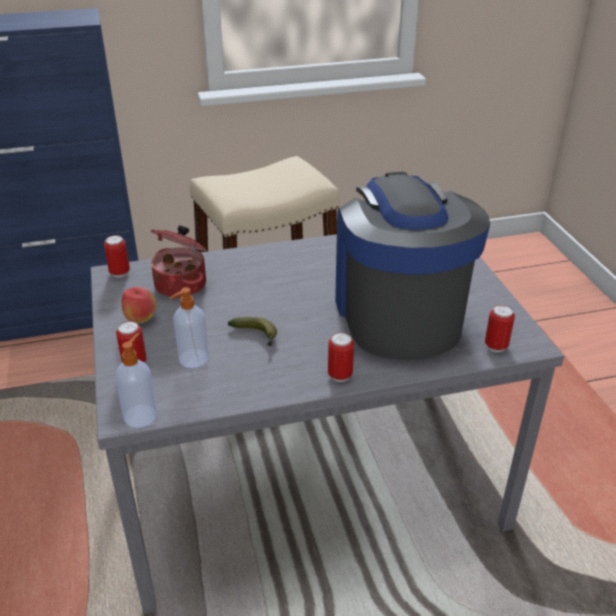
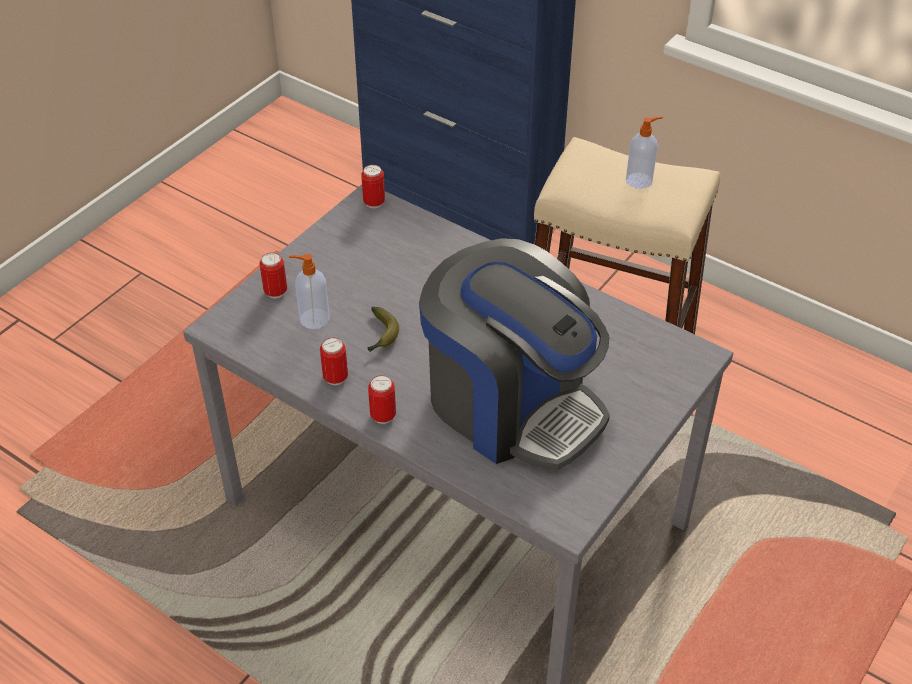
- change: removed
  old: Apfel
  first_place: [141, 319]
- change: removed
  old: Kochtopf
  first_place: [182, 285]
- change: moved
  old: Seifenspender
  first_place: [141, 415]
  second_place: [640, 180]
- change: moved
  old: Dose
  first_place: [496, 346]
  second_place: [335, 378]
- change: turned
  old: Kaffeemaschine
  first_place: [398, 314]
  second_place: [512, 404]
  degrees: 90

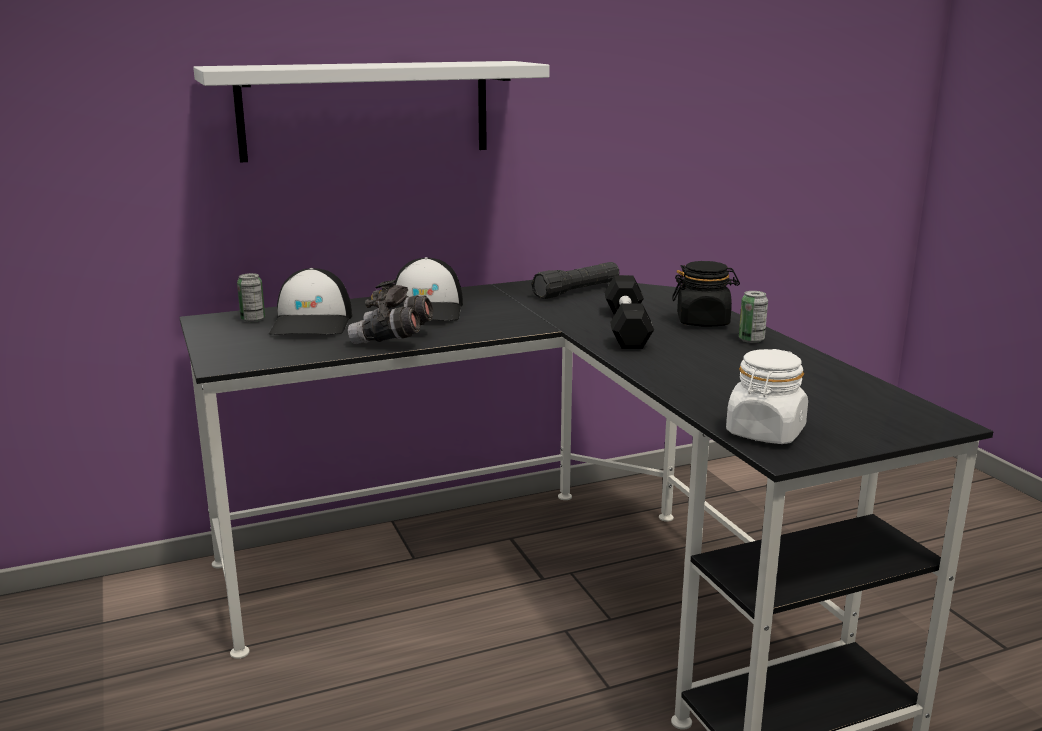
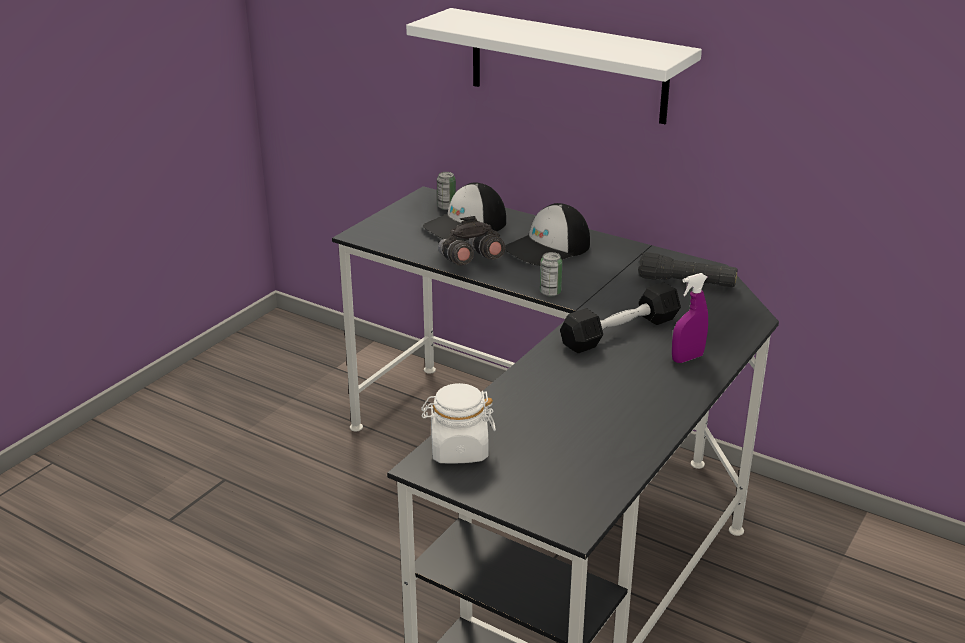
- change: moved
  old: Dose
  first_place: [751, 340]
  second_place: [550, 292]
- change: replaced
  old: Vorratsglas (schwarz)
  new: Sprühflasche (lila)
  first_place: [703, 322]
  second_place: [687, 358]

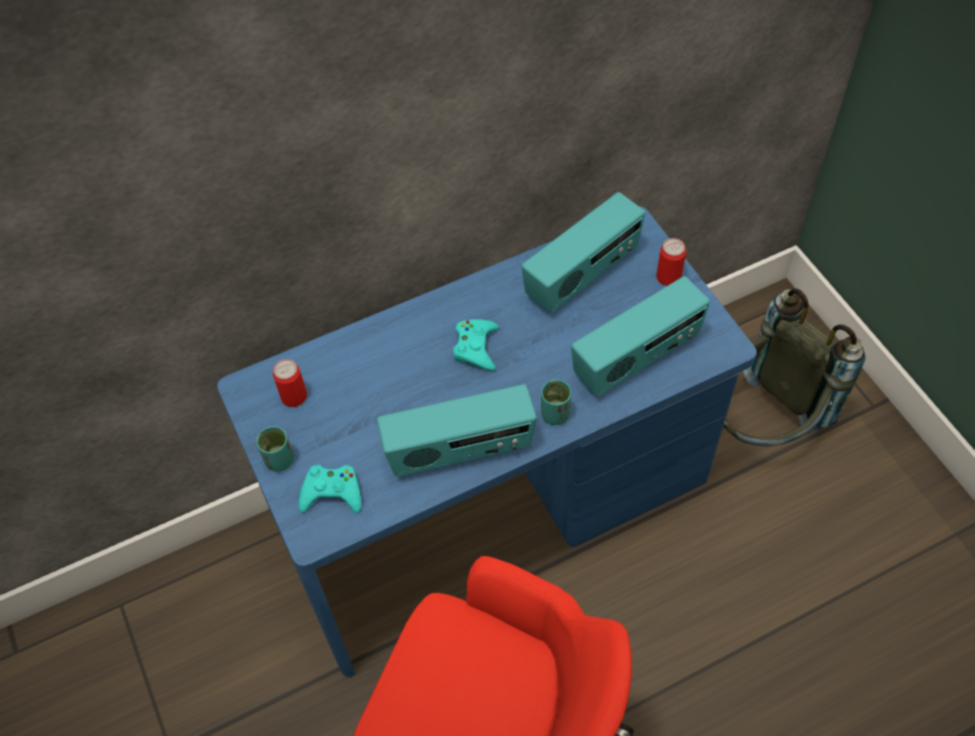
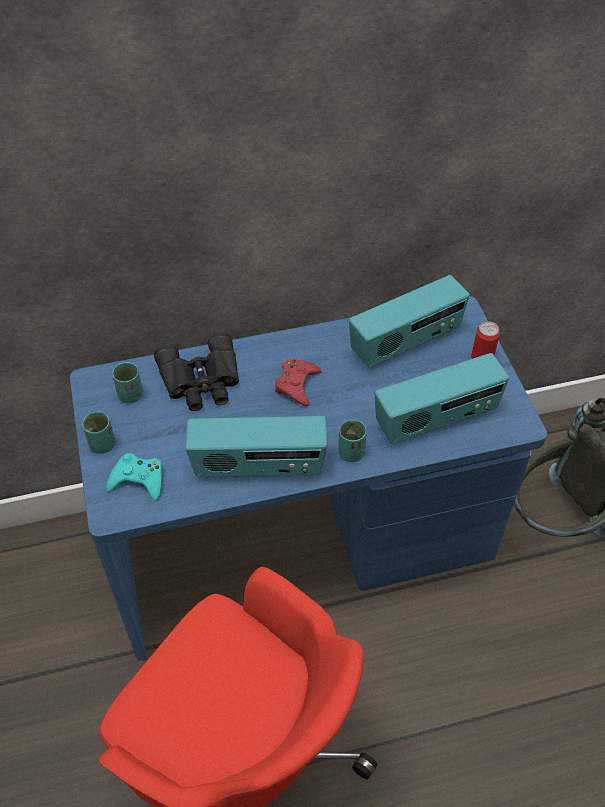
- change: added
  new: Fernglas (schwarz)
  second_place: [201, 381]
- change: replaced
  old: Dose
  new: Tasse (türkis)
  first_place: [294, 396]
  second_place: [130, 395]
- change: recoloured
  old: Gamepad (türkis)
  new: Gamepad (rot)
  first_place: [476, 347]
  second_place: [297, 385]

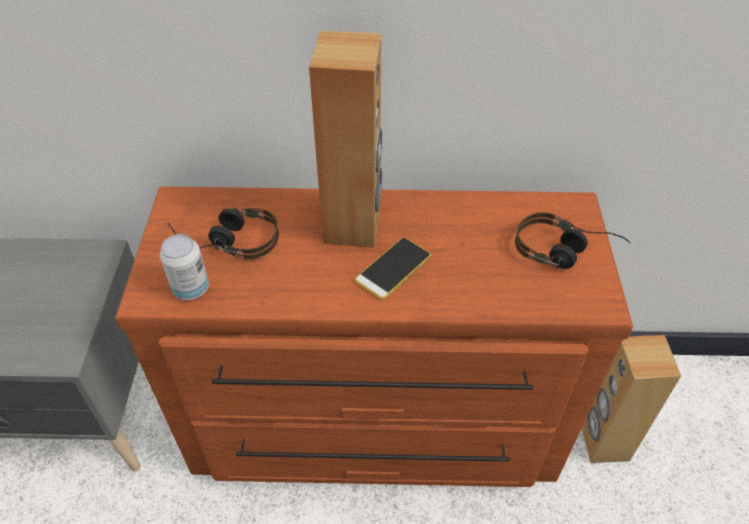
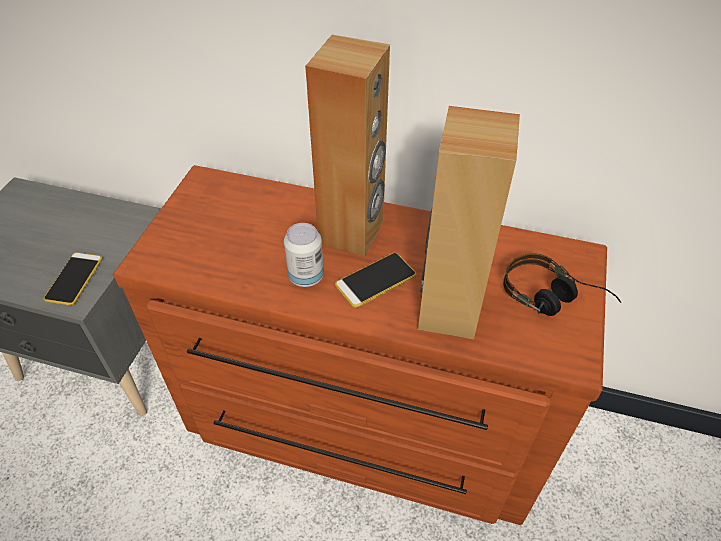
- change: removed
  old: Kopfhörer
  first_place: [228, 240]
- change: added
  new: Handy
  second_place: [74, 279]
- change: moved
  old: Dose
  first_place: [191, 289]
  second_place: [306, 276]
- change: moved
  old: Lautsprecher (braun)
  first_place: [603, 442]
  second_place: [448, 310]

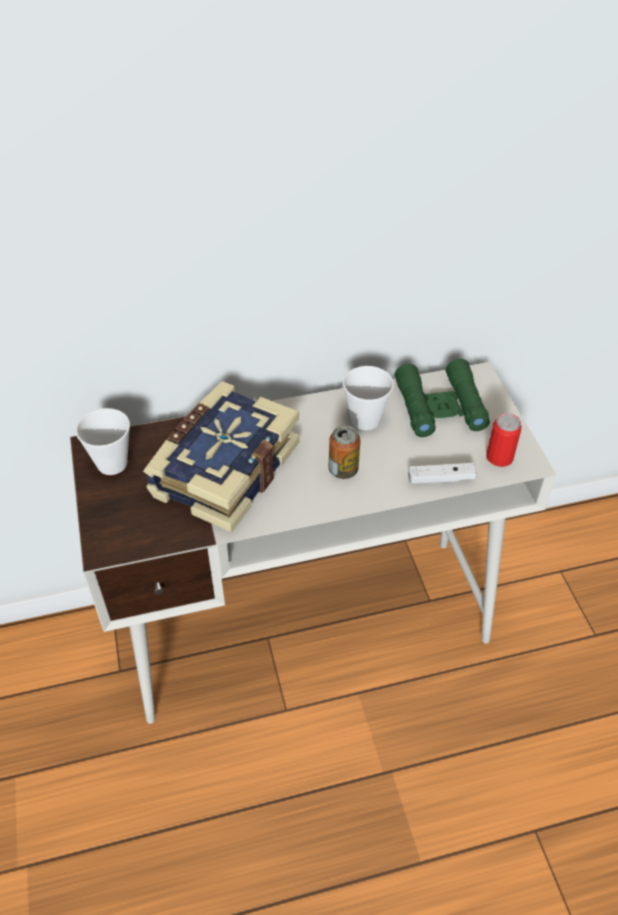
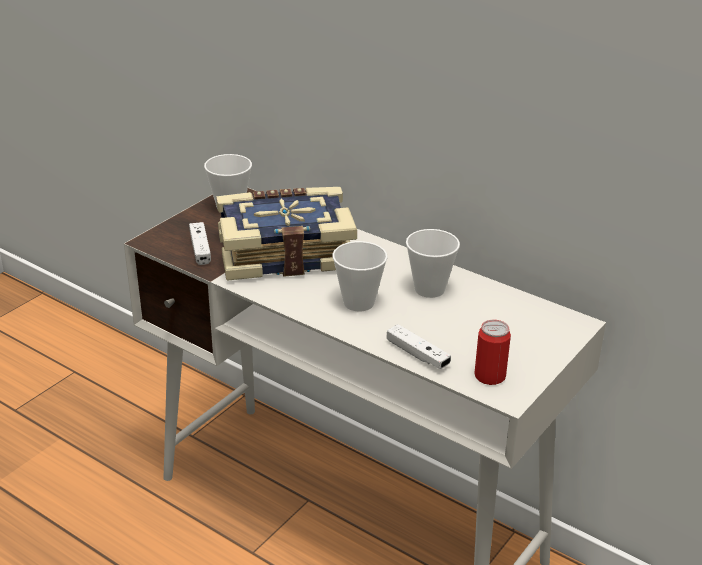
- change: removed
  old: Fernglas (grün)
  first_place: [440, 406]
- change: added
  new: Gamepad (weiß)
  second_place: [200, 249]
- change: replaced
  old: Dose
  new: Tasse
  first_place: [343, 470]
  second_place: [358, 302]

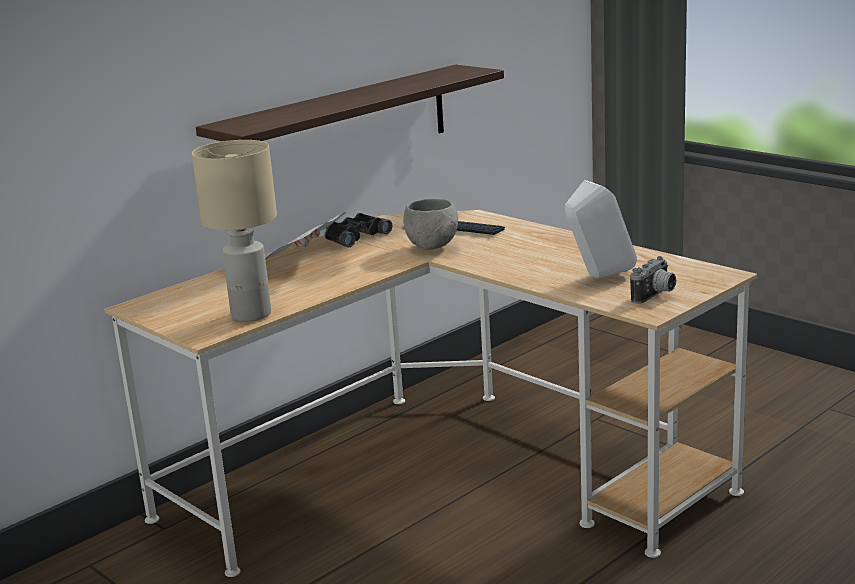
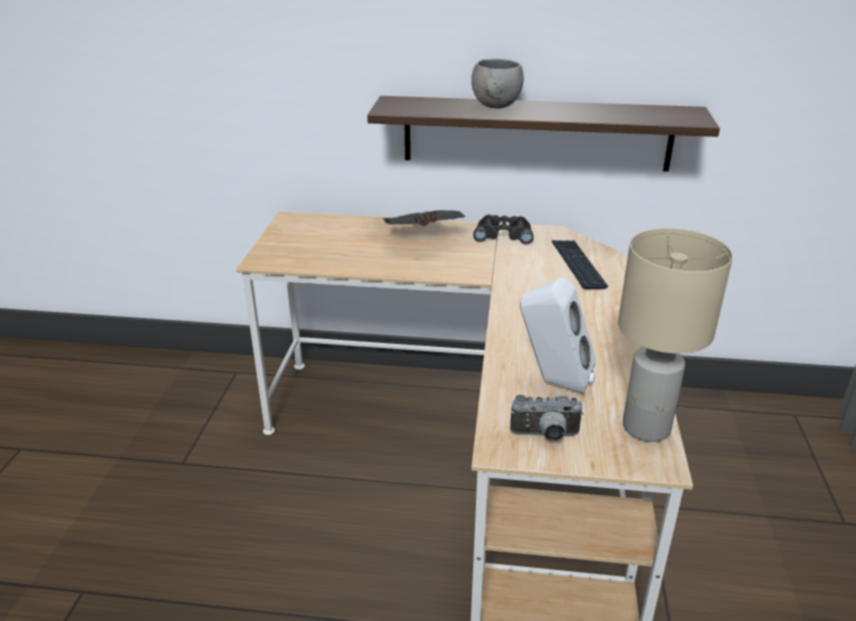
- change: moved
  old: Tischlampe (beige)
  first_place: [252, 314]
  second_place: [647, 428]
- change: moved
  old: Schüssel (grau)
  first_place: [433, 248]
  second_place: [495, 107]

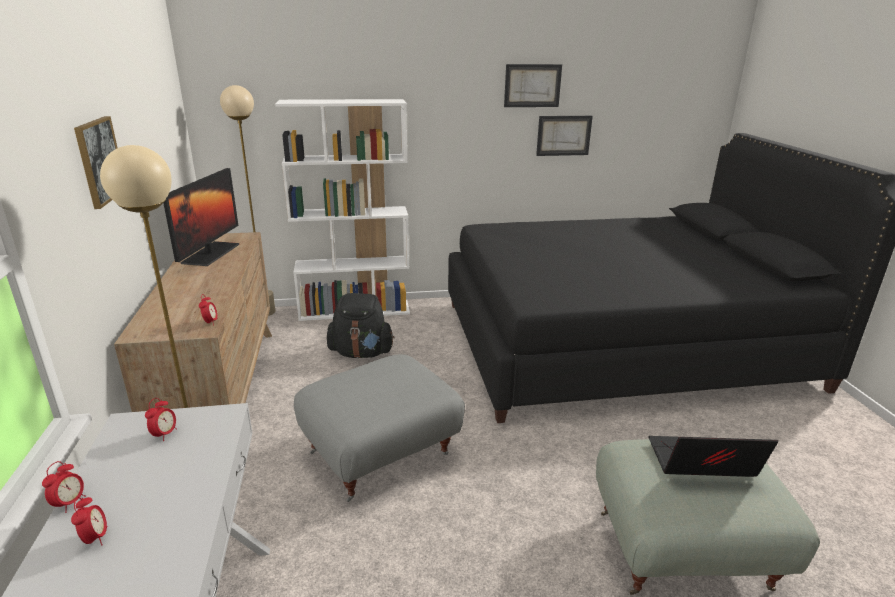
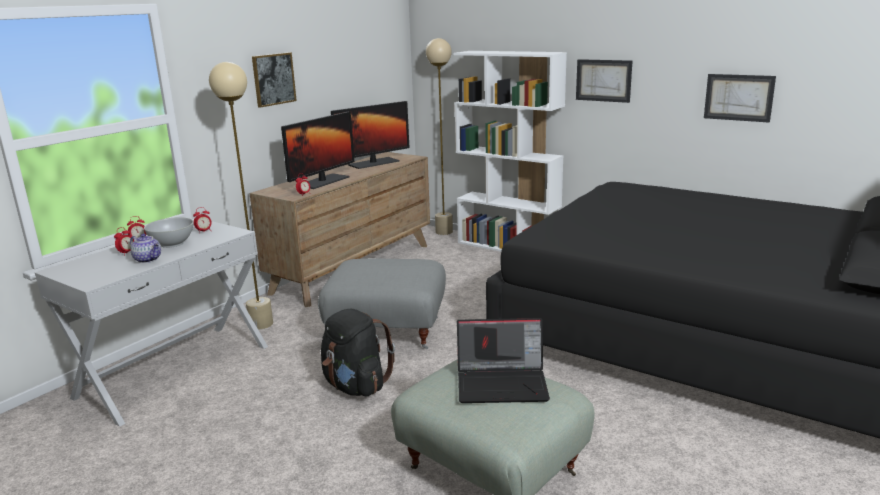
- change: added
  new: Teekanne
  second_place: [148, 259]
- change: added
  new: Schüssel (weiß)
  second_place: [172, 244]
- change: added
  new: Monitor
  second_place: [323, 181]
- change: moved
  old: Rucksack (schwarz)
  first_place: [361, 353]
  second_place: [355, 386]
- change: moved
  old: Bild
  first_place: [532, 85]
  second_place: [603, 80]
- change: turned
  old: Laptop
  first_place: [700, 463]
  second_place: [503, 383]
  degrees: 135

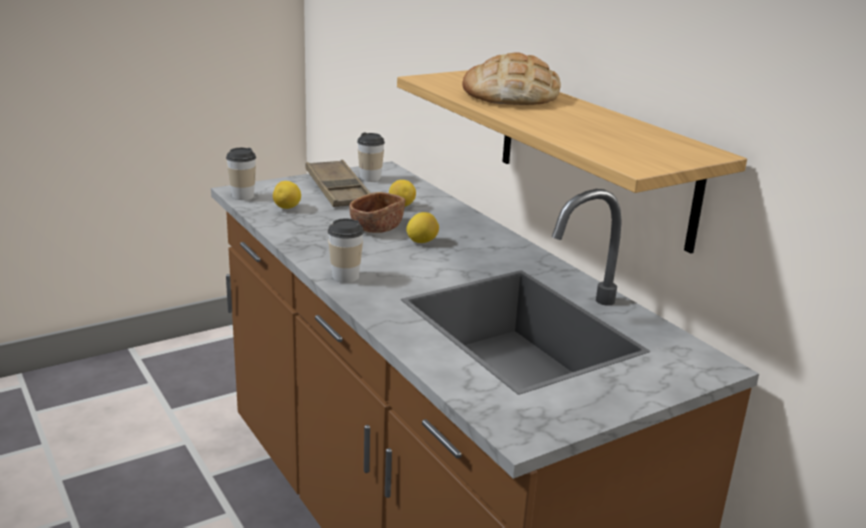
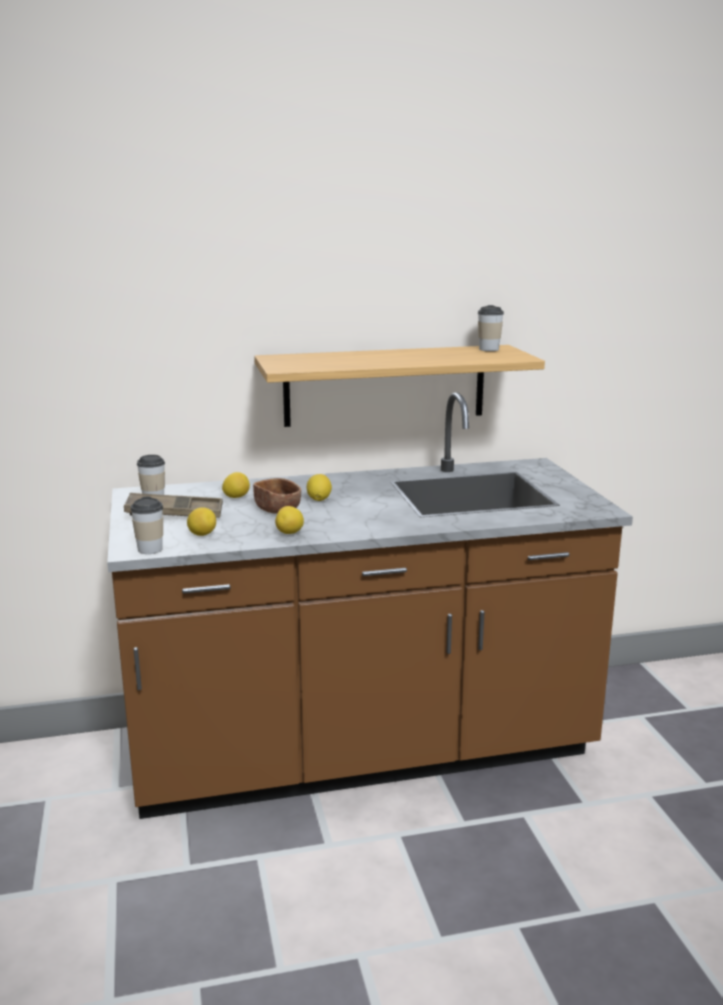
- change: removed
  old: Brot
  first_place: [510, 95]
- change: added
  new: Zitrone
  second_place: [290, 533]
- change: moved
  old: Tasse
  first_place: [345, 276]
  second_place: [489, 349]

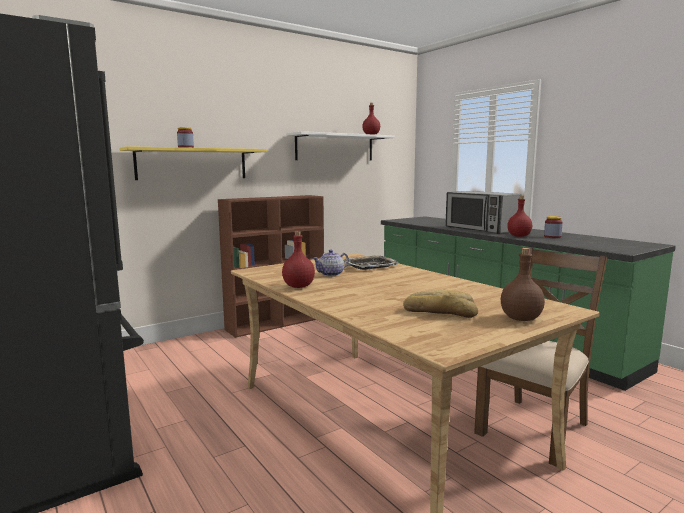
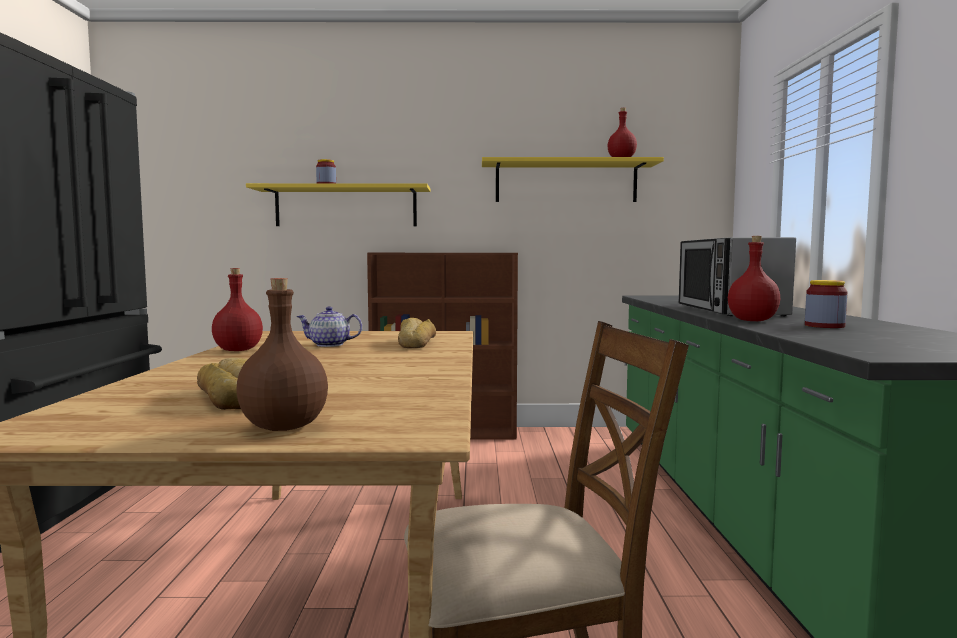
- change: replaced
  old: Tablett
  new: Brot
  first_place: [370, 266]
  second_place: [415, 343]
- change: recoloured
  old: Wandregal (weiß)
  new: Wandregal (gelb)
  first_place: [335, 147]
  second_place: [566, 182]

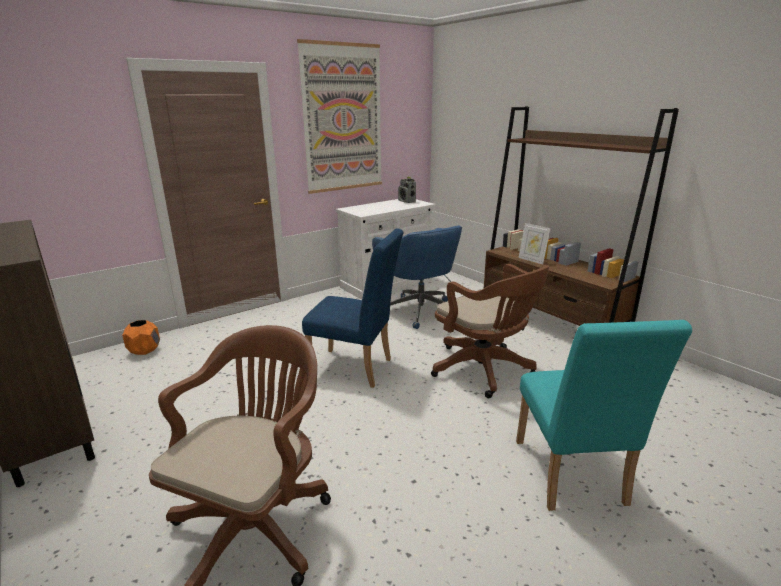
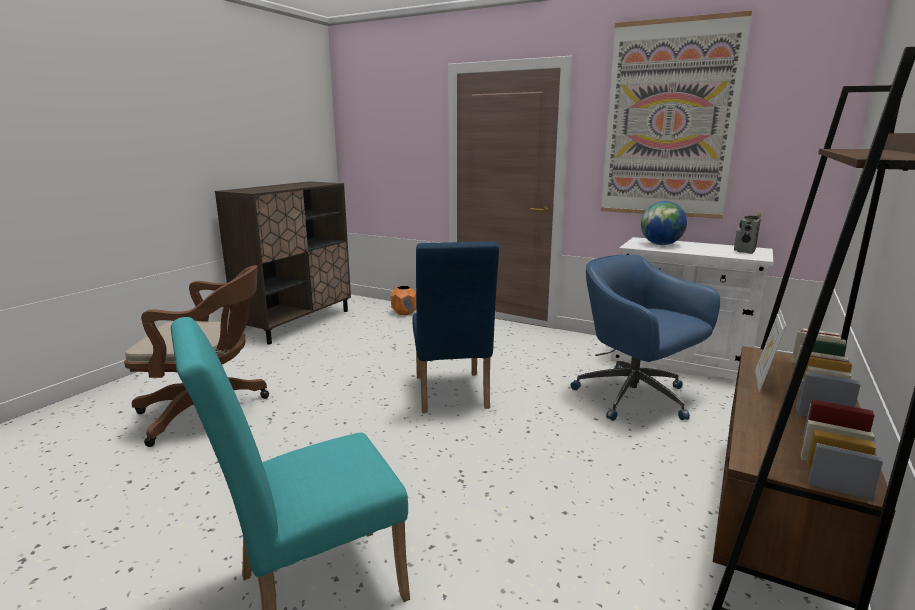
- change: removed
  old: Bürostuhl (braun)
  first_place: [485, 371]
- change: added
  new: Globus
  second_place: [661, 244]
- change: turned
  old: Bürostuhl (blau)
  first_place: [419, 310]
  second_place: [635, 398]
  degrees: 105

